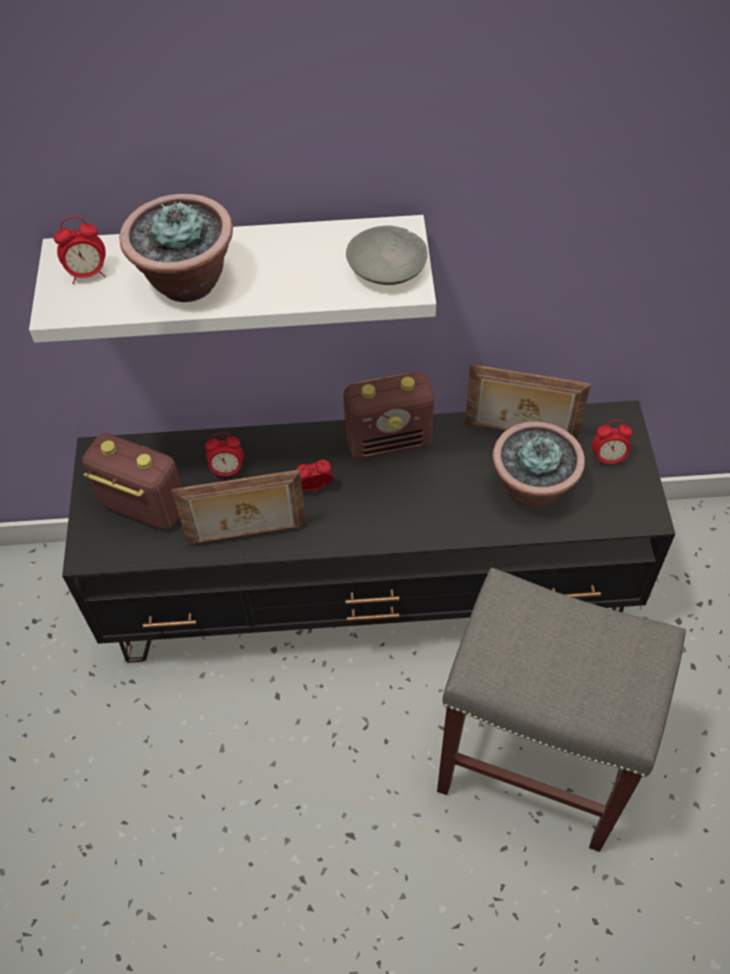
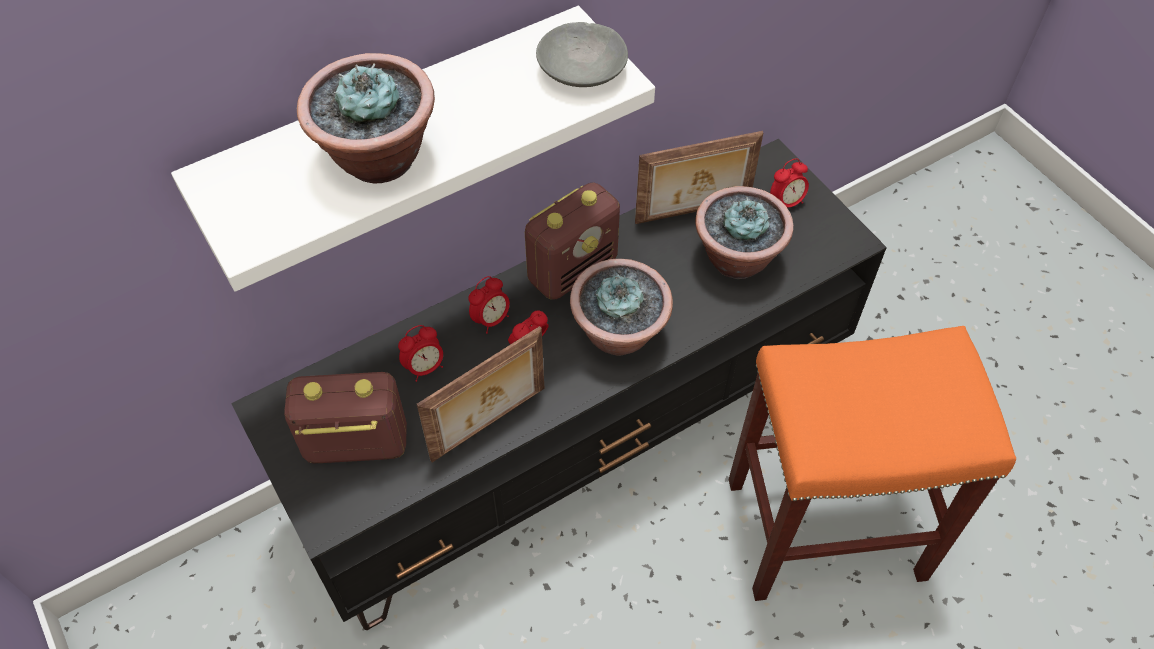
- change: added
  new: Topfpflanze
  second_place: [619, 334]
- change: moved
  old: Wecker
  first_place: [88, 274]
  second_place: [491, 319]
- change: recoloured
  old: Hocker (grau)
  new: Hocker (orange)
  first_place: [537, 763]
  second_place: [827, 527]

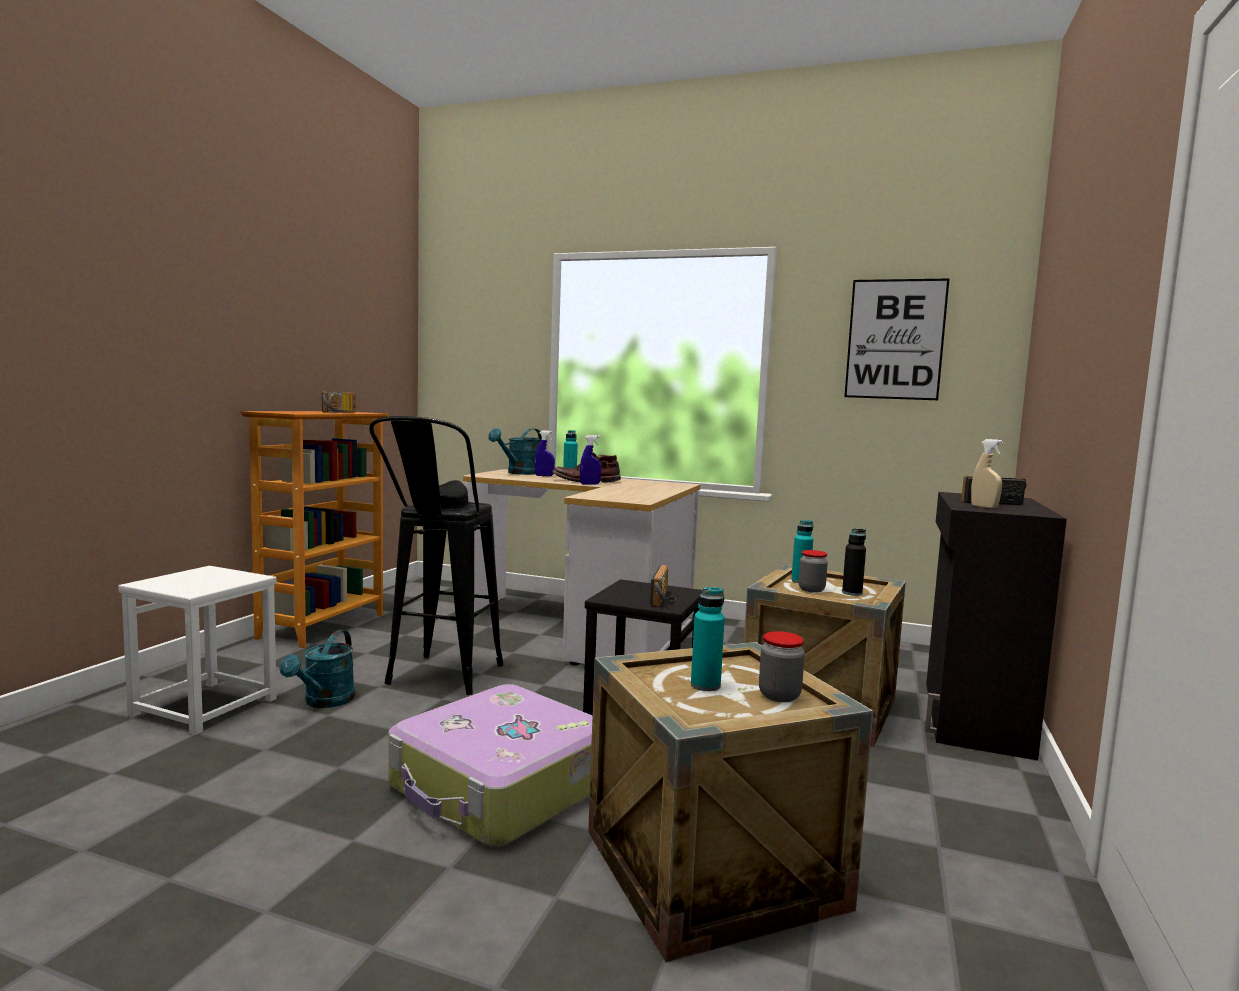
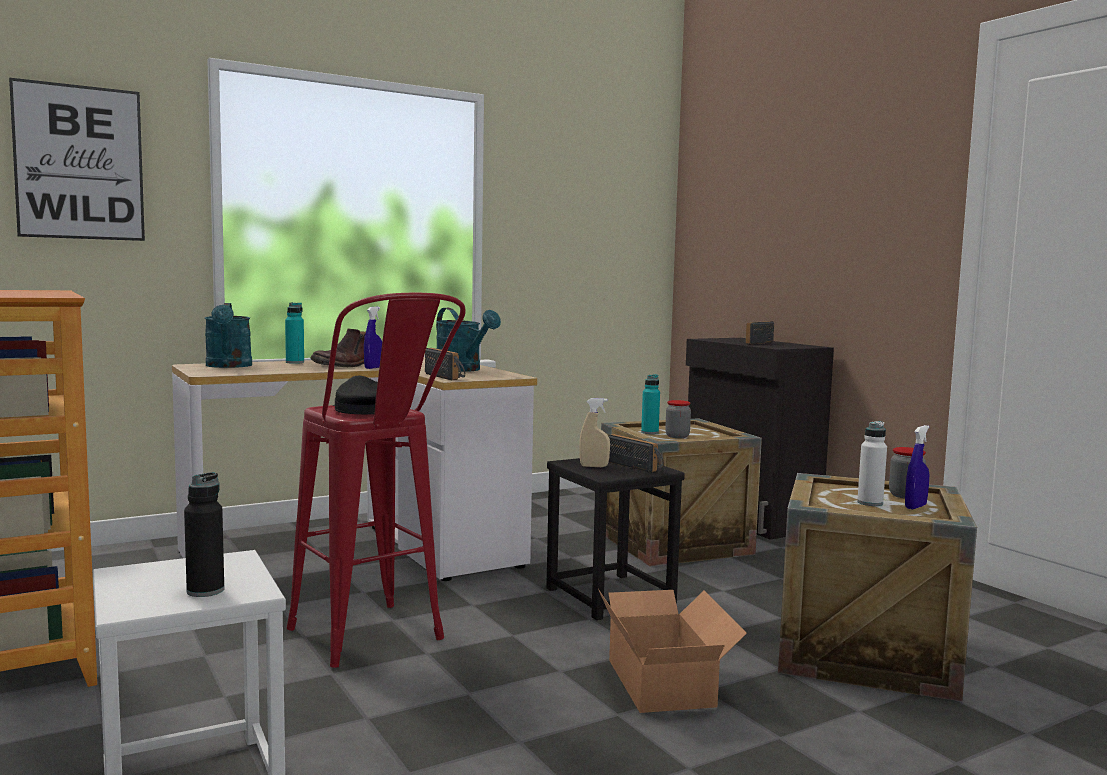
- change: moved
  old: Gießkanne (türkis)
  first_place: [324, 702]
  second_place: [463, 370]
- change: moved
  old: Radio
  first_place: [342, 412]
  second_place: [447, 376]
- change: moved
  old: Sprühflasche (blau)
  first_place: [544, 476]
  second_place: [915, 507]
- change: moved
  old: Flasche (schwarz)
  first_place: [852, 593]
  second_place: [205, 591]
- change: moved
  old: Bild
  first_place: [895, 339]
  second_place: [79, 162]
- change: moved
  old: Sprühflasche (beige)
  first_place: [984, 507]
  second_place: [594, 466]
- change: replaced
  old: Koffer
  new: Karton
  first_place: [501, 787]
  second_place: [664, 681]
- change: recoloured
  old: Hocker (schwarz)
  new: Hocker (rot)
  first_place: [437, 681]
  second_place: [376, 643]
- change: recoloured
  old: Flasche (türkis)
  new: Flasche (weiß)
  first_place: [705, 685]
  second_place: [870, 503]

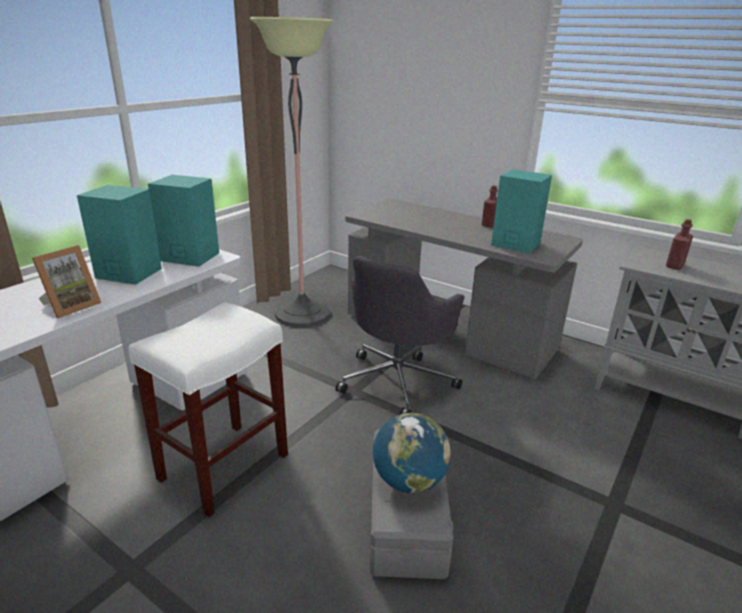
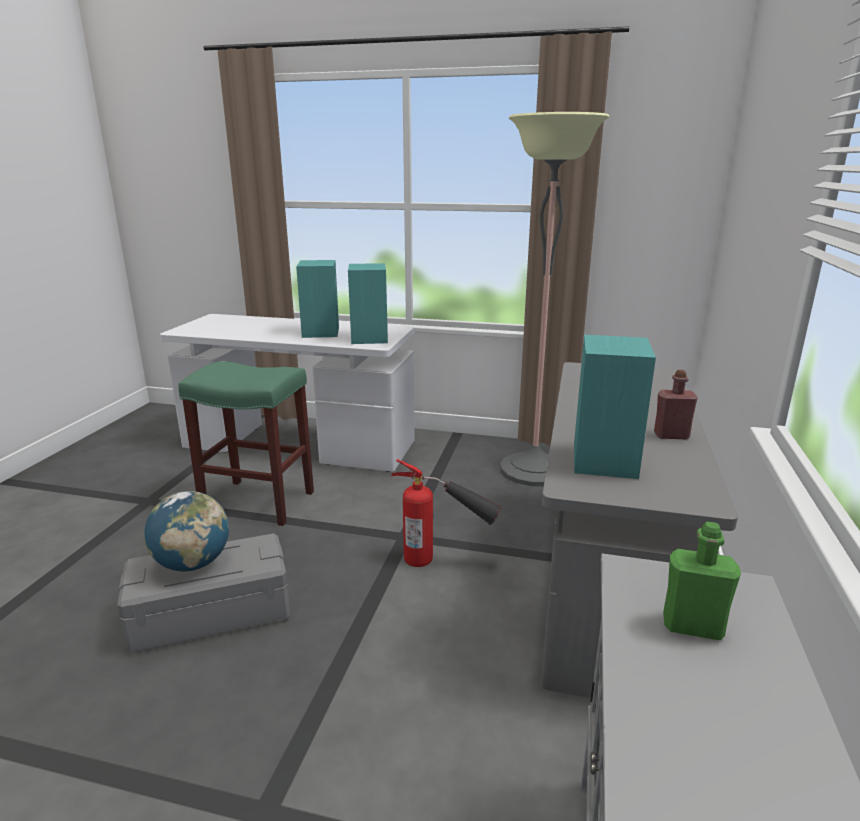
- change: removed
  old: Bilderrahmen
  first_place: [71, 306]
- change: replaced
  old: Bürostuhl (grau)
  new: Feuerlöscher
  first_place: [398, 381]
  second_place: [445, 561]
- change: recoloured
  old: Hocker (weiß)
  new: Hocker (grün)
  first_place: [223, 468]
  second_place: [256, 502]
- change: recoloured
  old: Flasche (rot)
  new: Flasche (grün)
  first_place: [674, 265]
  second_place: [692, 626]

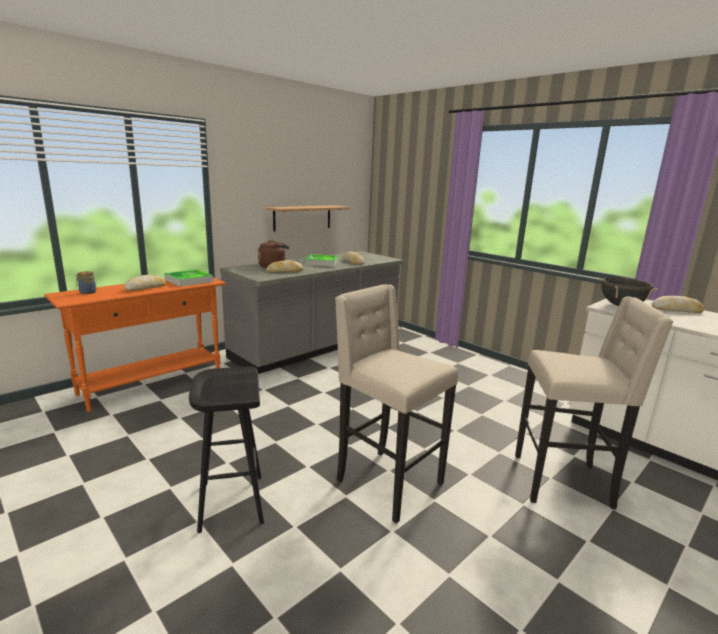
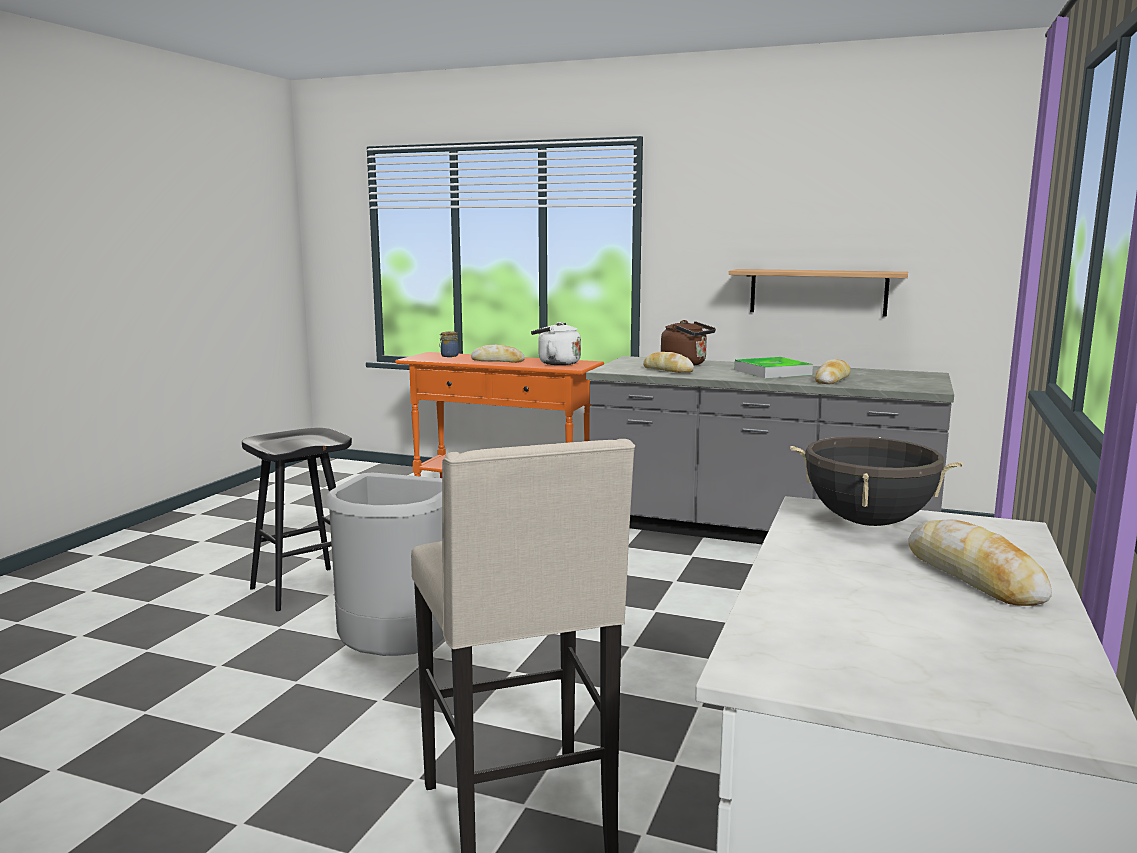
- change: replaced
  old: Tablett
  new: Wasserkessel (weiß)
  first_place: [189, 280]
  second_place: [556, 363]
- change: replaced
  old: Hocker (beige)
  new: Mülleimer (grau)
  first_place: [386, 482]
  second_place: [398, 659]

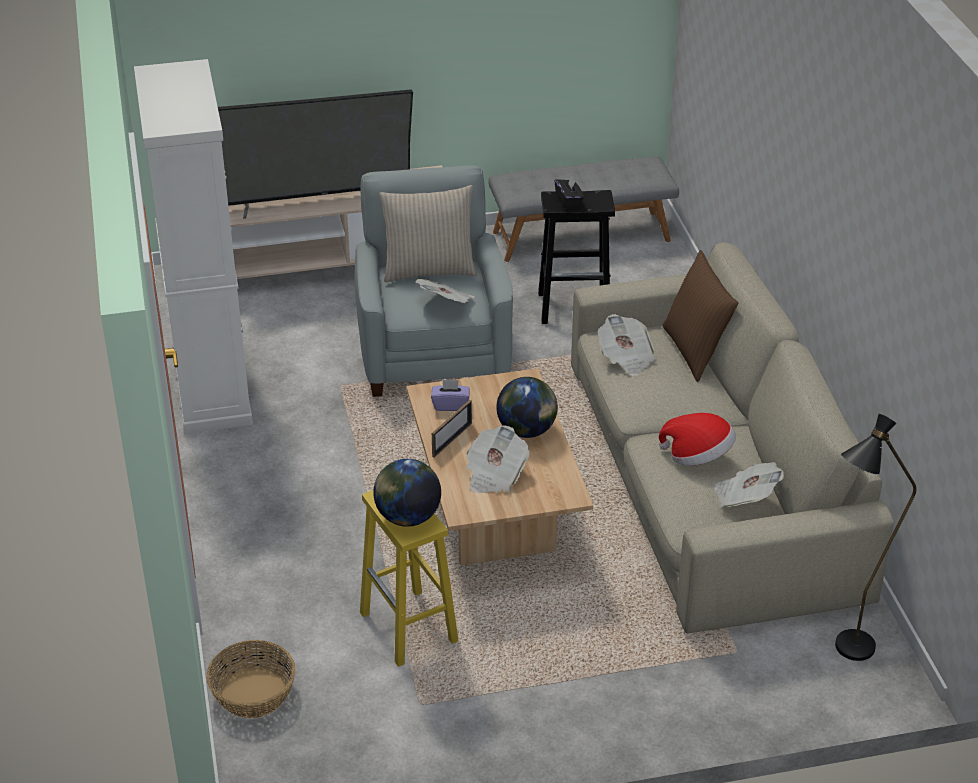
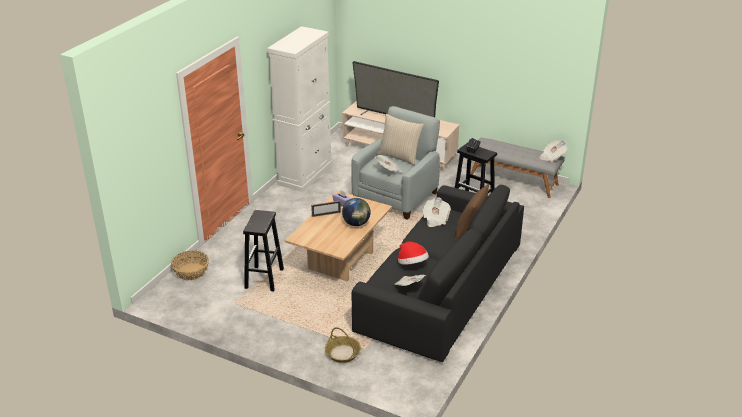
- change: removed
  old: Globus
  first_place: [407, 517]
- change: removed
  old: Stehlampe (schwarz)
  first_place: [845, 654]
- change: added
  new: Korb
  second_place: [342, 353]
- change: moved
  old: Zeitung
  first_place: [494, 475]
  second_place: [552, 157]
- change: recoloured
  old: Hocker (gelb)
  new: Hocker (schwarz)
  first_place: [409, 628]
  second_place: [264, 279]
- change: recoloured
  old: Sofa (beige)
  new: Sofa (schwarz)
  first_place: [709, 480]
  second_place: [440, 287]

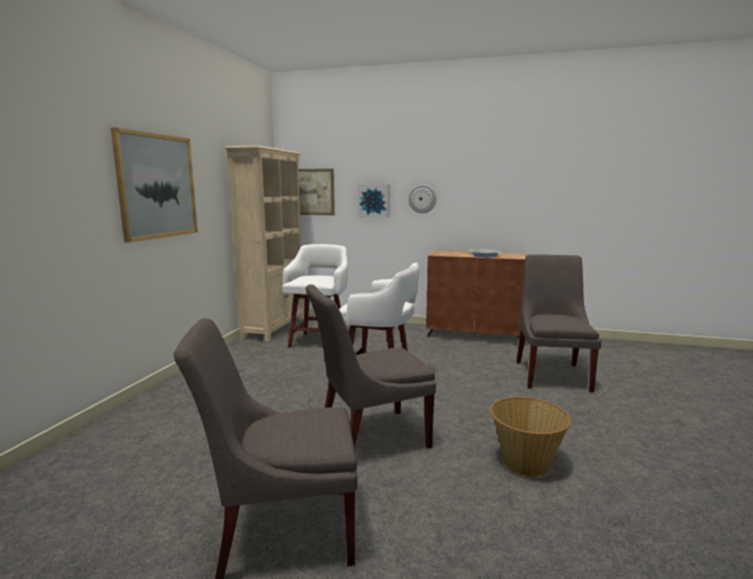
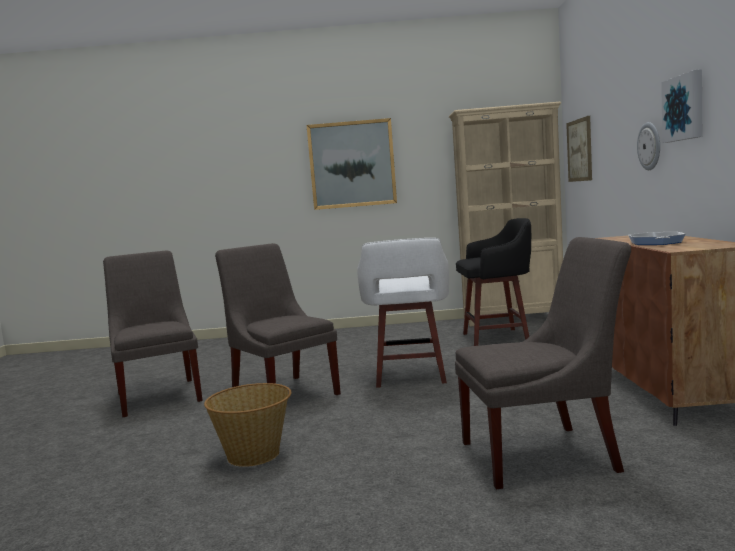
- change: moved
  old: Bild
  first_place: [374, 200]
  second_place: [684, 107]
- change: recoloured
  old: Hocker (weiß)
  new: Hocker (schwarz)
  first_place: [318, 341]
  second_place: [498, 337]

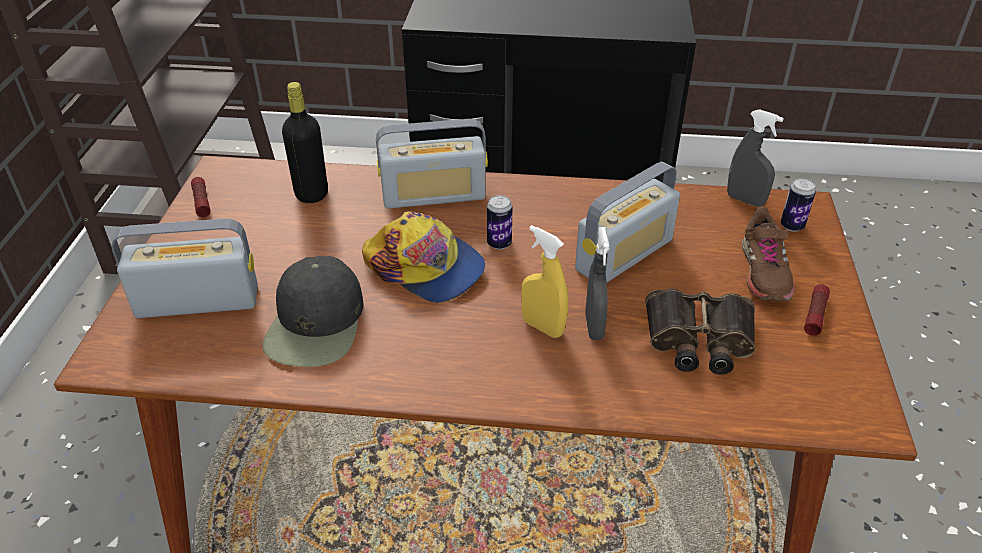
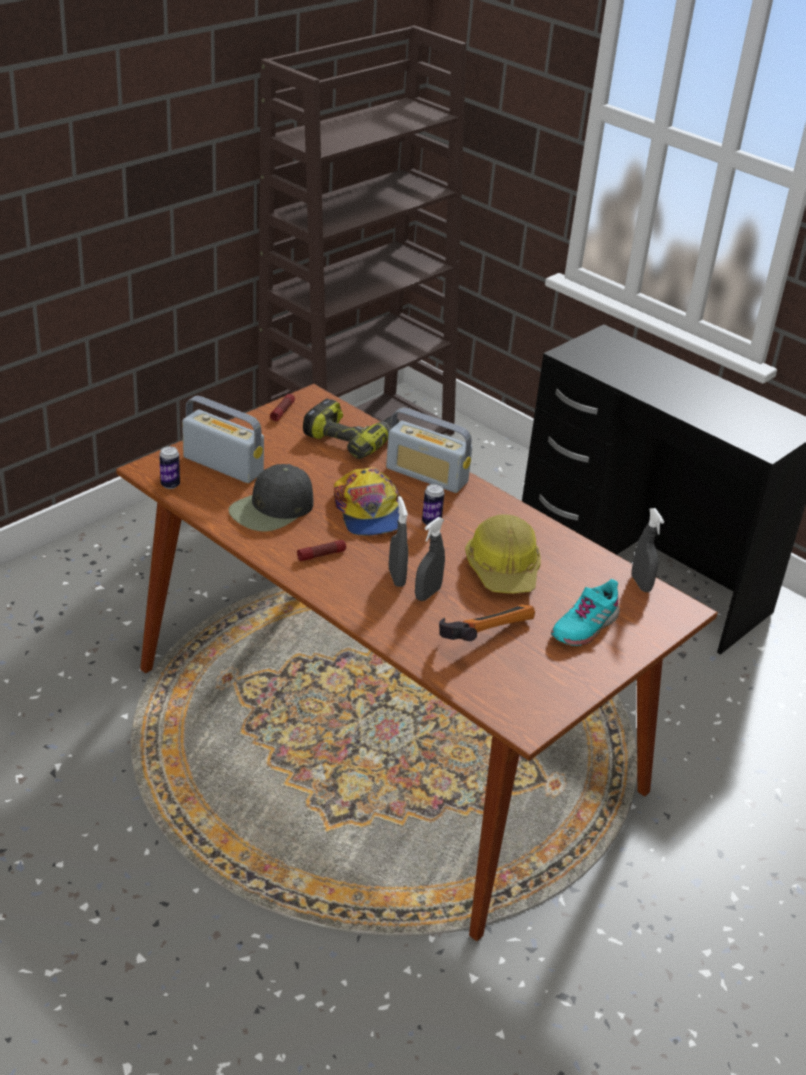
- change: moved
  old: Dose
  first_place: [792, 226]
  second_place: [170, 485]
- change: moved
  old: Taschenlampe
  first_place: [815, 315]
  second_place: [321, 555]
- change: replaced
  old: Flasche (schwarz)
  new: Bohrmaschine
  first_place: [311, 194]
  second_place: [351, 438]
- change: replaced
  old: Radio
  new: Schutzhelm
  first_place: [624, 255]
  second_place: [503, 569]
- change: replaced
  old: Fernglas
  new: Hammer
  first_place: [698, 340]
  second_place: [482, 634]
- change: recoloured
  old: Sprühflasche (gelb)
  new: Sprühflasche (grau)
  first_place: [542, 327]
  second_place: [396, 577]
- change: recoloured
  old: Schuh (braun)
  new: Schuh (türkis)
  first_place: [763, 271]
  second_place: [584, 626]

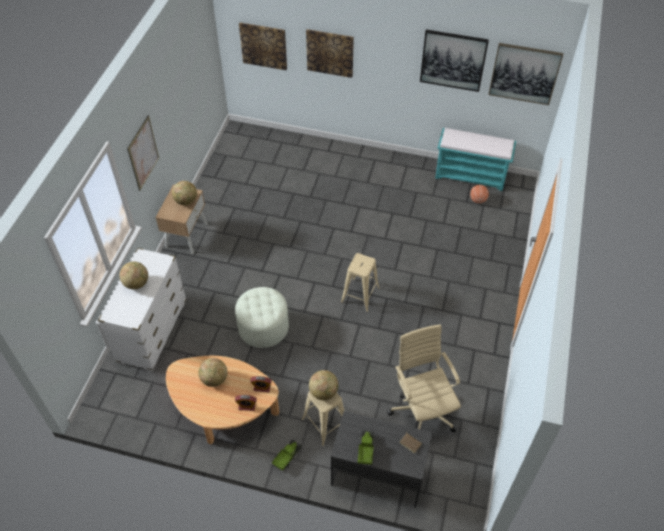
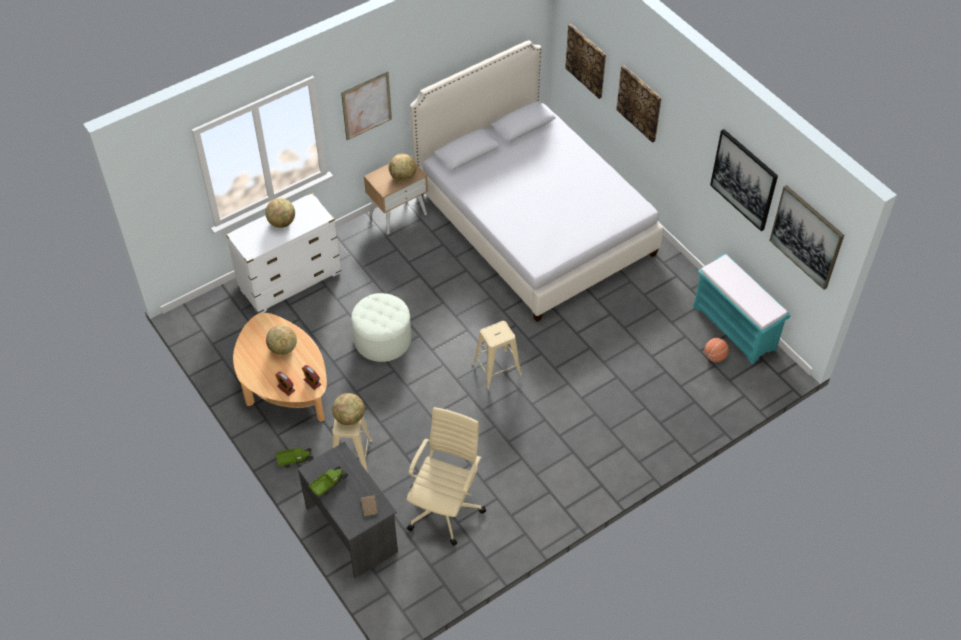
- change: added
  new: Bett (weiß)
  second_place: [533, 223]

